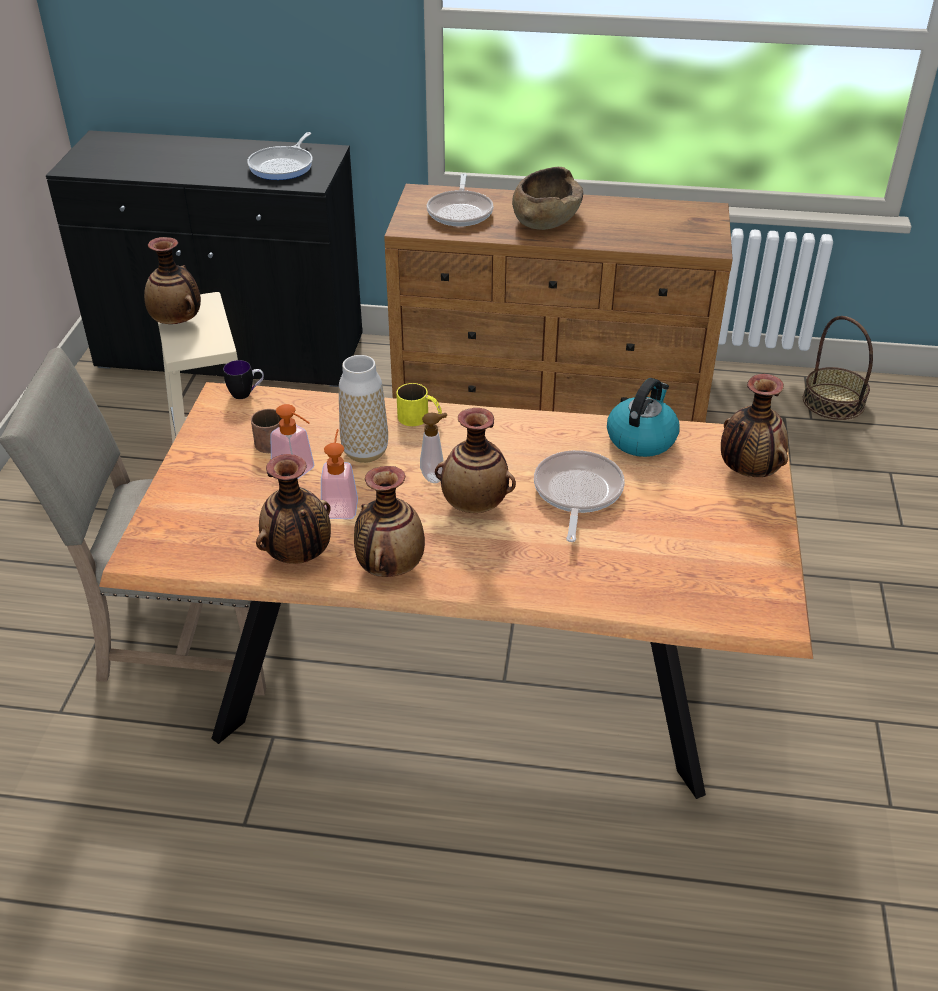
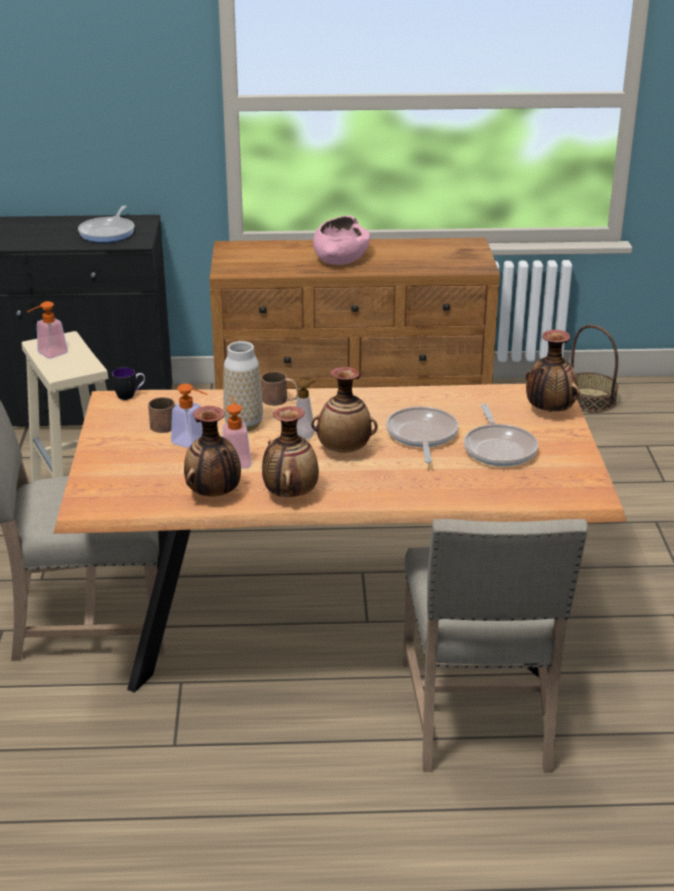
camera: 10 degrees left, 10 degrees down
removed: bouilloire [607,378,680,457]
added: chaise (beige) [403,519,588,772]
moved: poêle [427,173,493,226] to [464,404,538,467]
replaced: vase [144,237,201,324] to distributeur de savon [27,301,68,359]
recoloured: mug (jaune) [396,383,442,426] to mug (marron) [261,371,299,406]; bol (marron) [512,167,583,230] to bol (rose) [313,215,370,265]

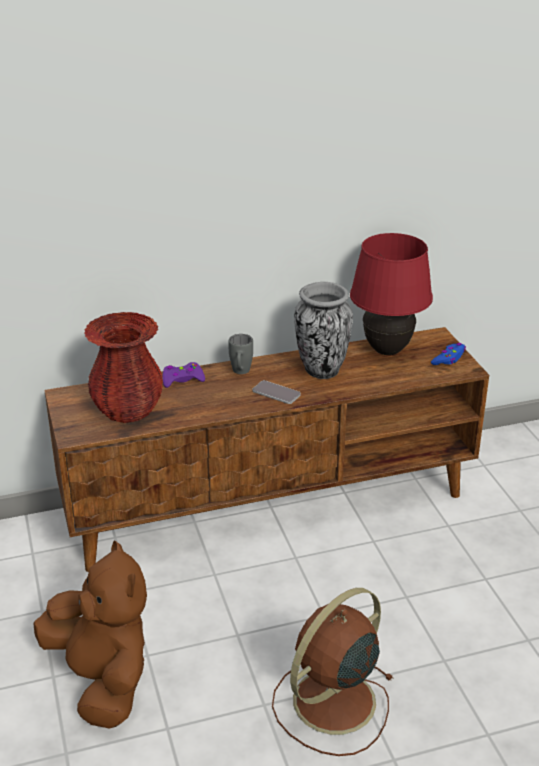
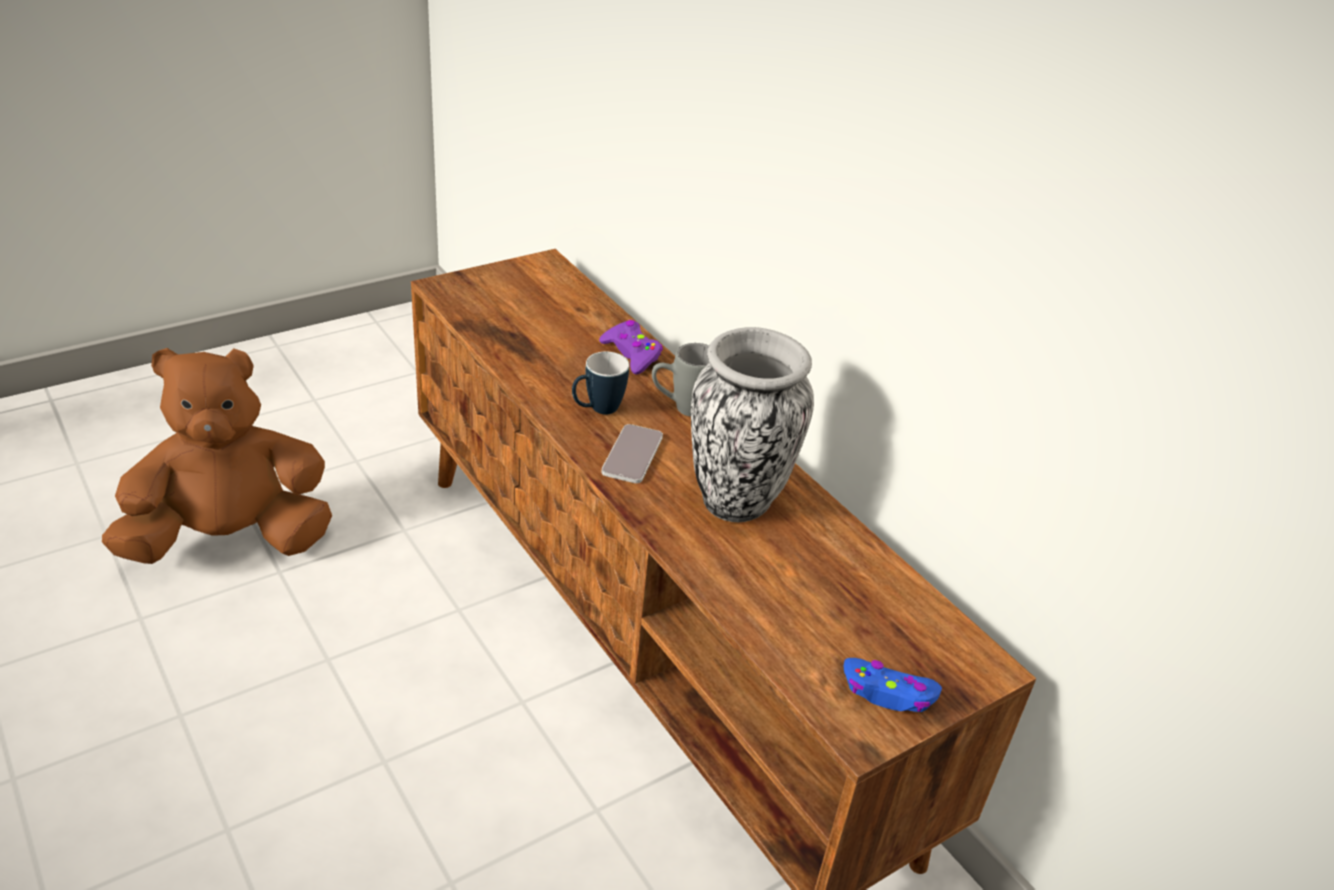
camera: 70 degrees right, 5 degrees up
removed: vase (rouge) [84,312,163,423]; ventilateur (marron) [272,588,394,756]; lampe de table (rouge) [350,233,433,355]
added: mug [572,352,629,415]
turned: peluche (marron) [33,541,147,729] = [102,348,332,564] 150 degrees counterclockwise

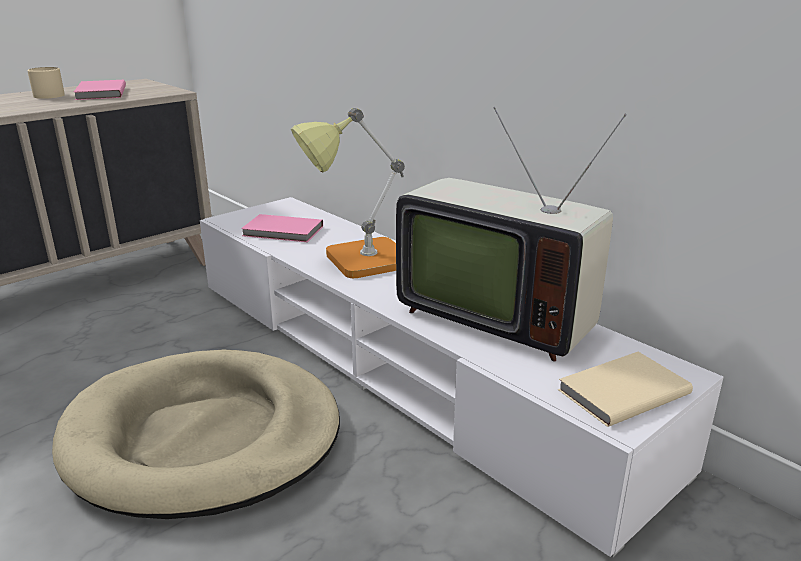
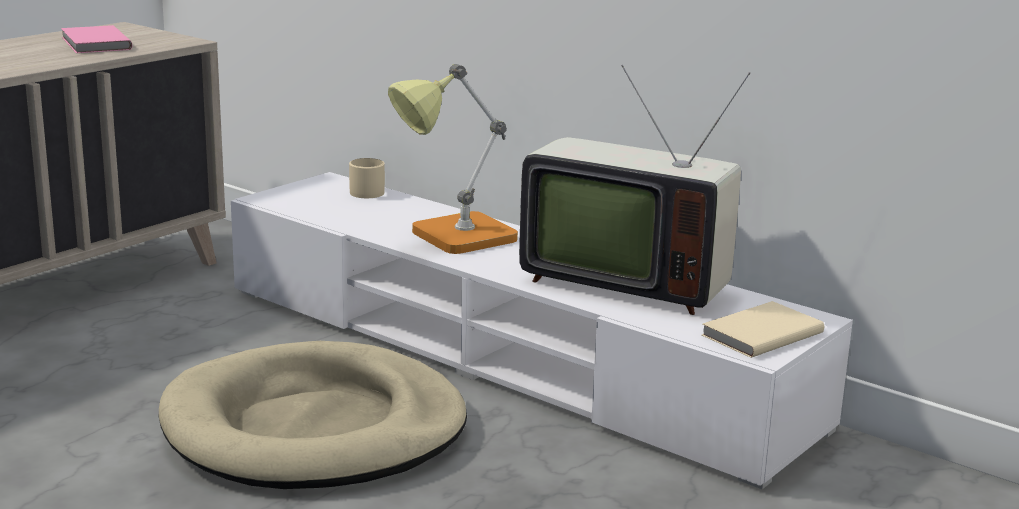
camera: 10 degrees left, 5 degrees down
removed: livre (rose) [241,214,323,242]
moved: mug (beige) [27,67,65,99] to [349,158,385,198]

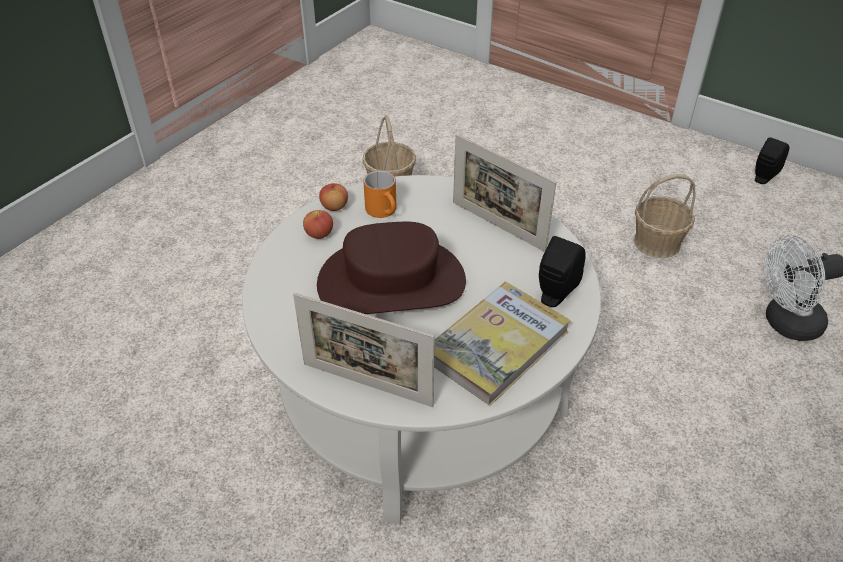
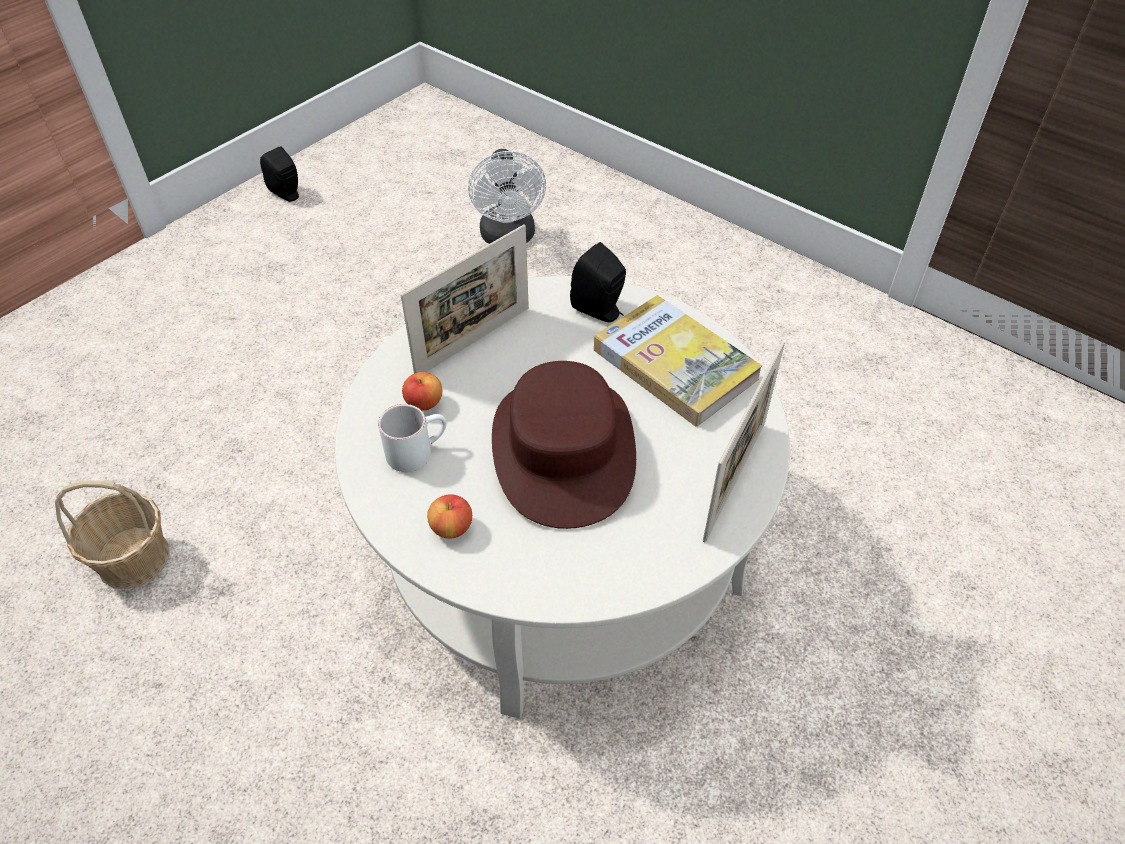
camera: 85 degrees left, 5 degrees up
removed: panier [634,174,696,258]
moved: pomme [319,183,348,211] to [402,372,442,411]
recoloured: mug (orange) [363,170,396,218] to mug (blanc) [378,404,447,472]

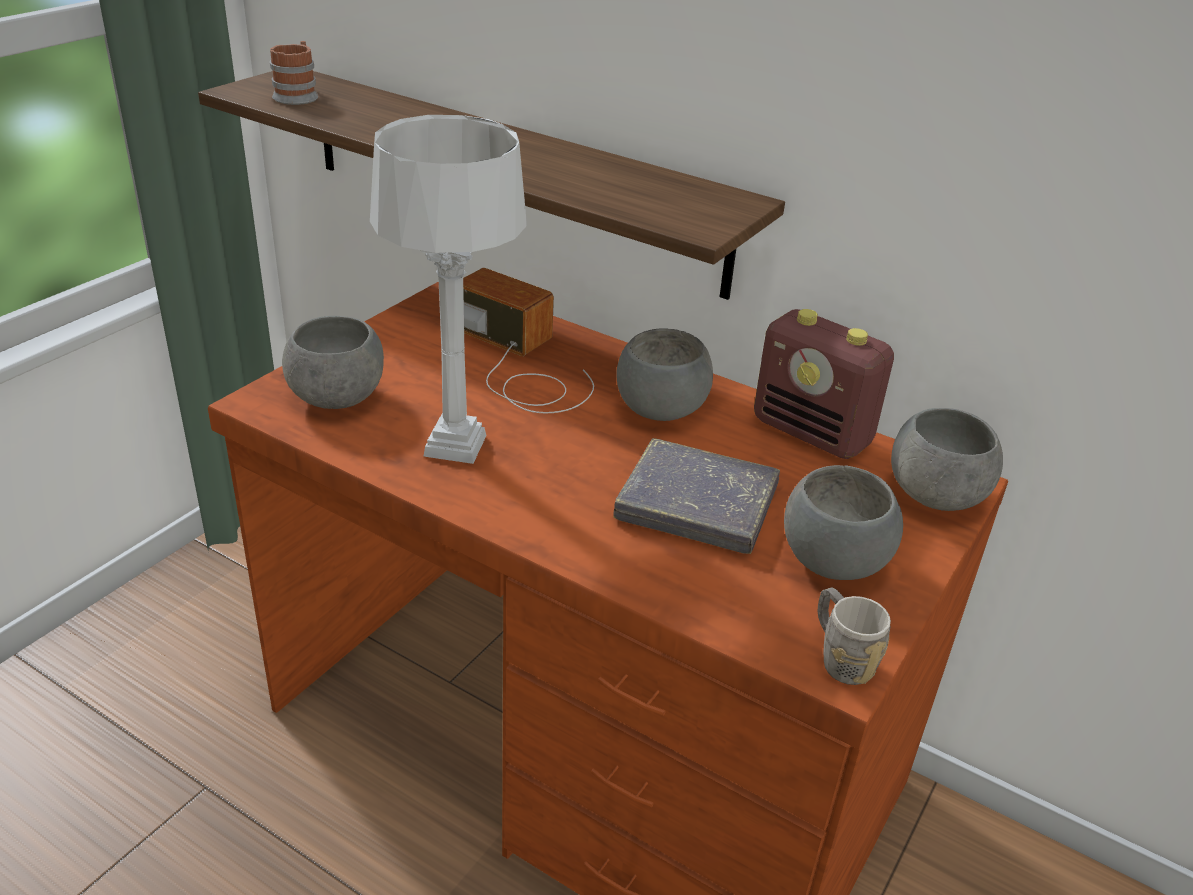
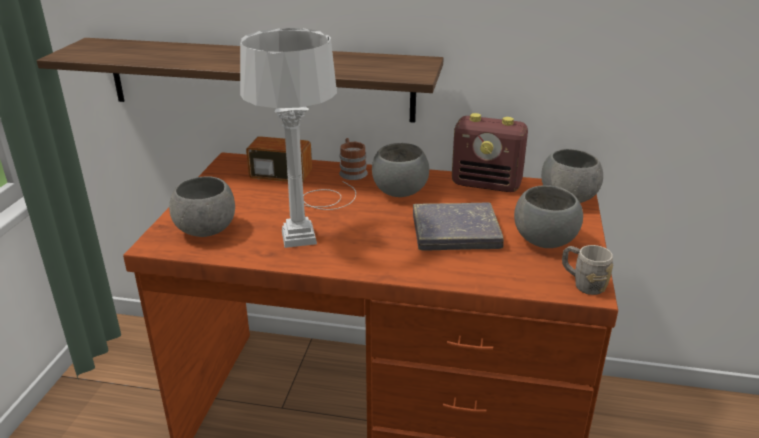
camera: 20 degrees left, 5 degrees down
moved: mug [270,41,319,105] to [339,138,368,180]

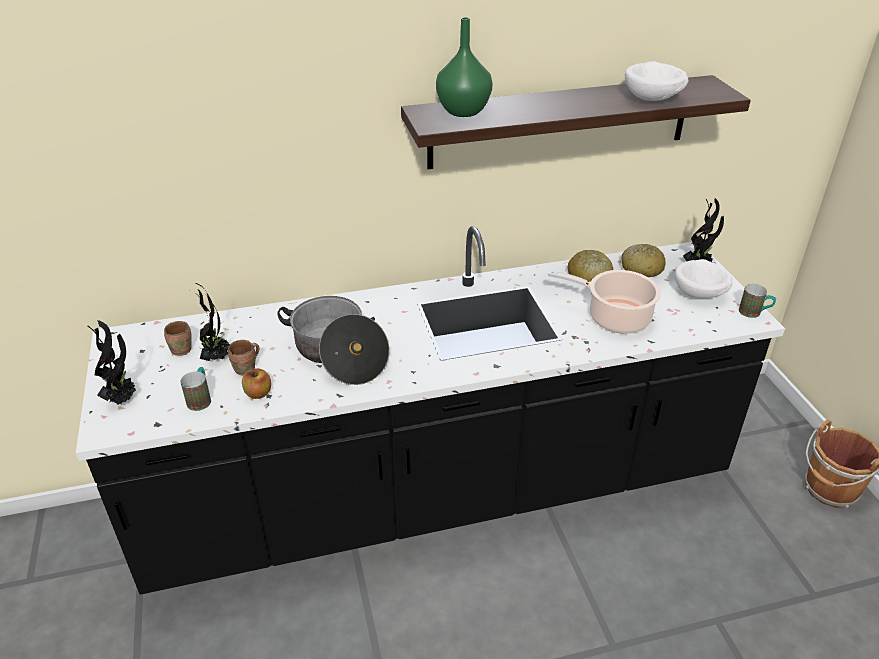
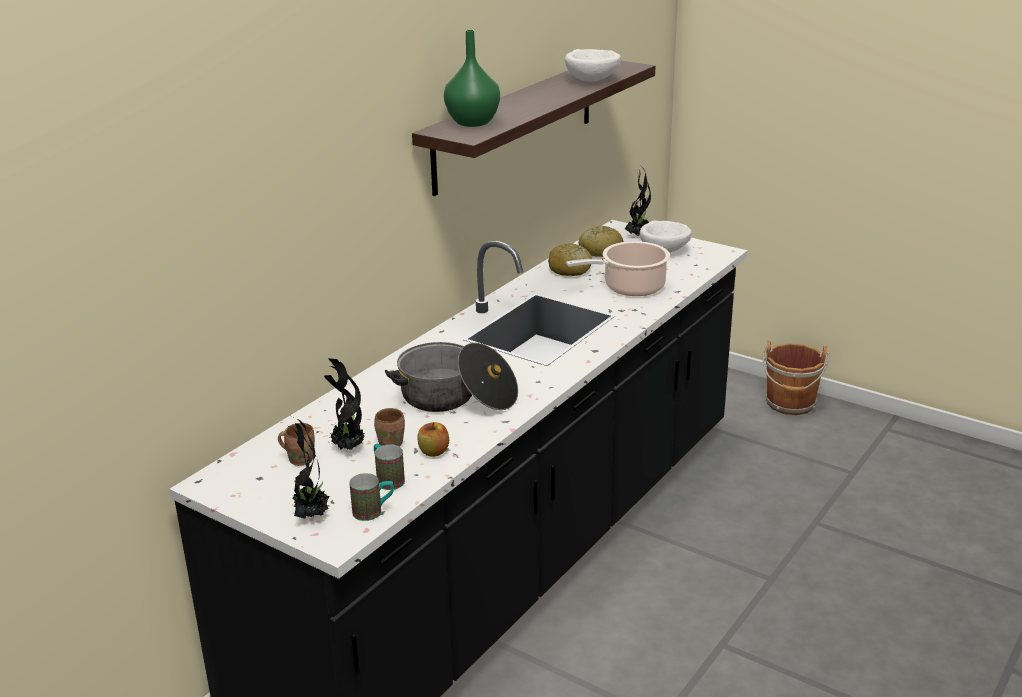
camera: 40 degrees left, 10 degrees down
moved: mug [739,284,776,318] to [349,473,394,521]

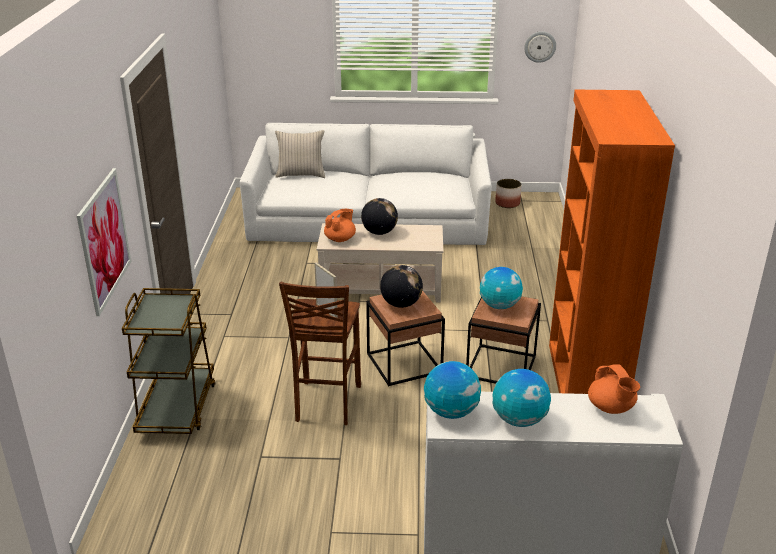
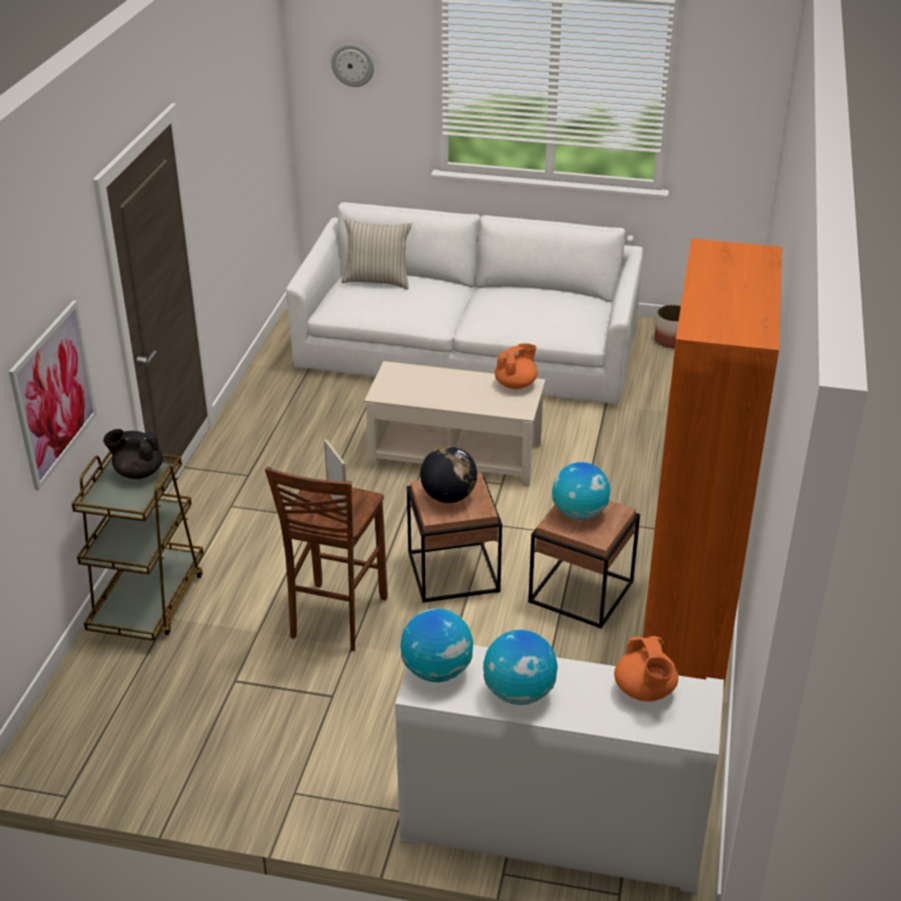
camera: 10 degrees right, 5 degrees up
removed: globe [361,198,398,235]
added: théière (noir) [103,429,163,479]
moved: théière (orange) [324,209,356,242] to [495,343,538,389]; horloge murale [524,31,556,63] to [331,44,374,87]

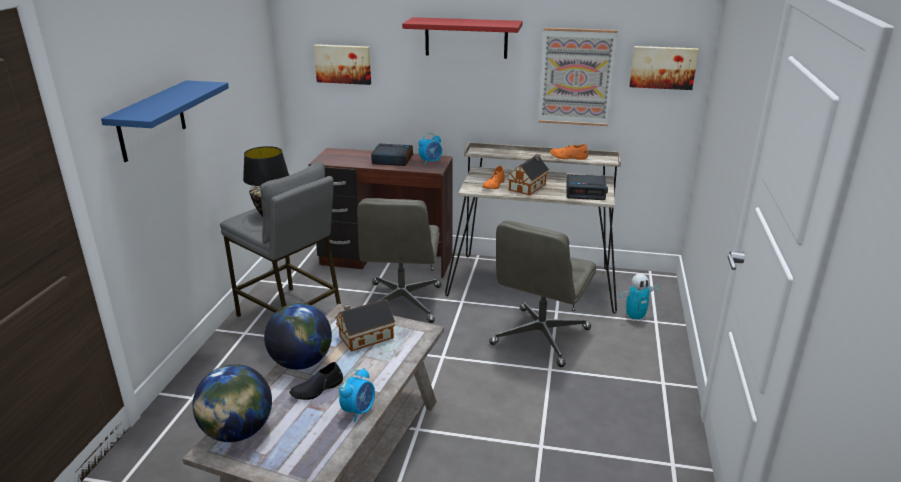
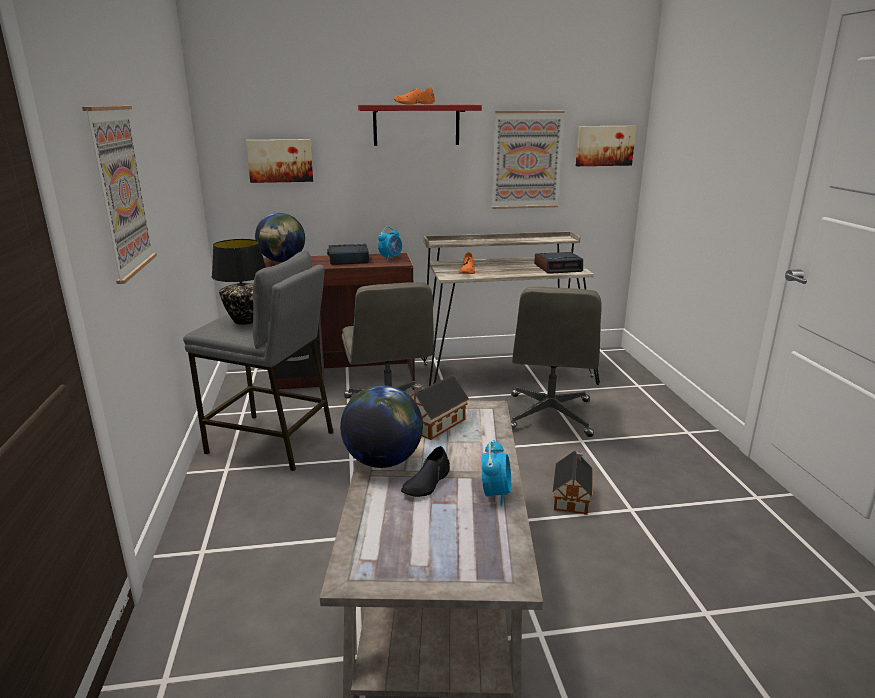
camera: 20 degrees left, 5 degrees down
removed: robot jouet [619,274,658,322]
moved: globe [193,364,272,442] to [255,213,305,262]; maison miniature [507,154,549,195] to [553,451,593,515]; chaussure (orange) [550,144,588,160] to [394,87,435,104]
replaced: étagère (bleu) [101,80,229,162] to tableau [82,106,157,284]

